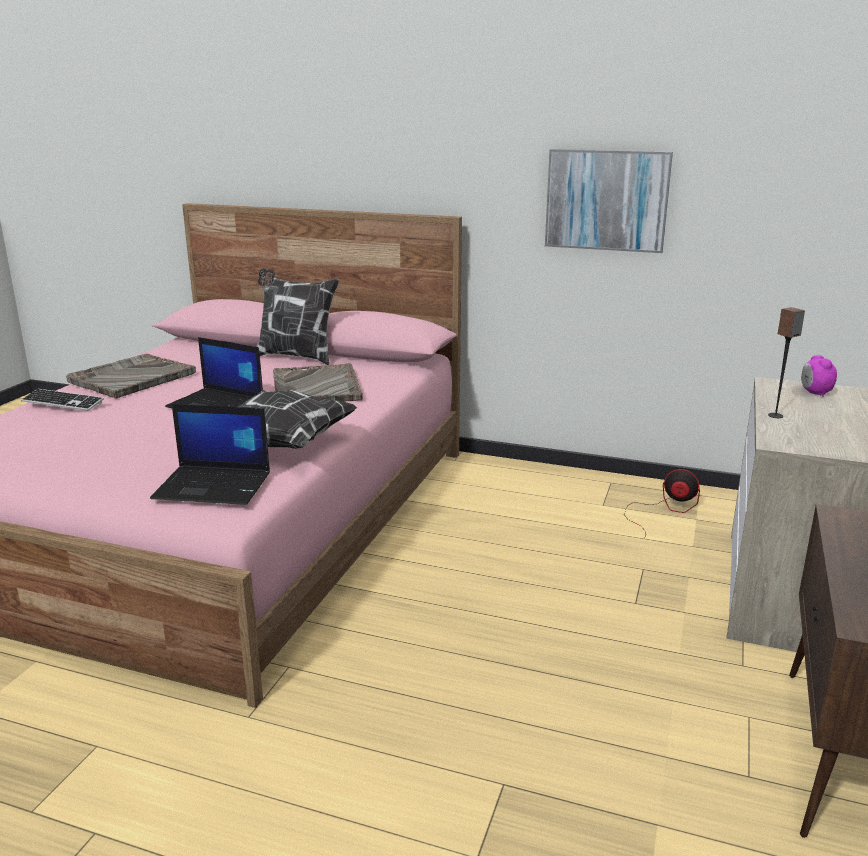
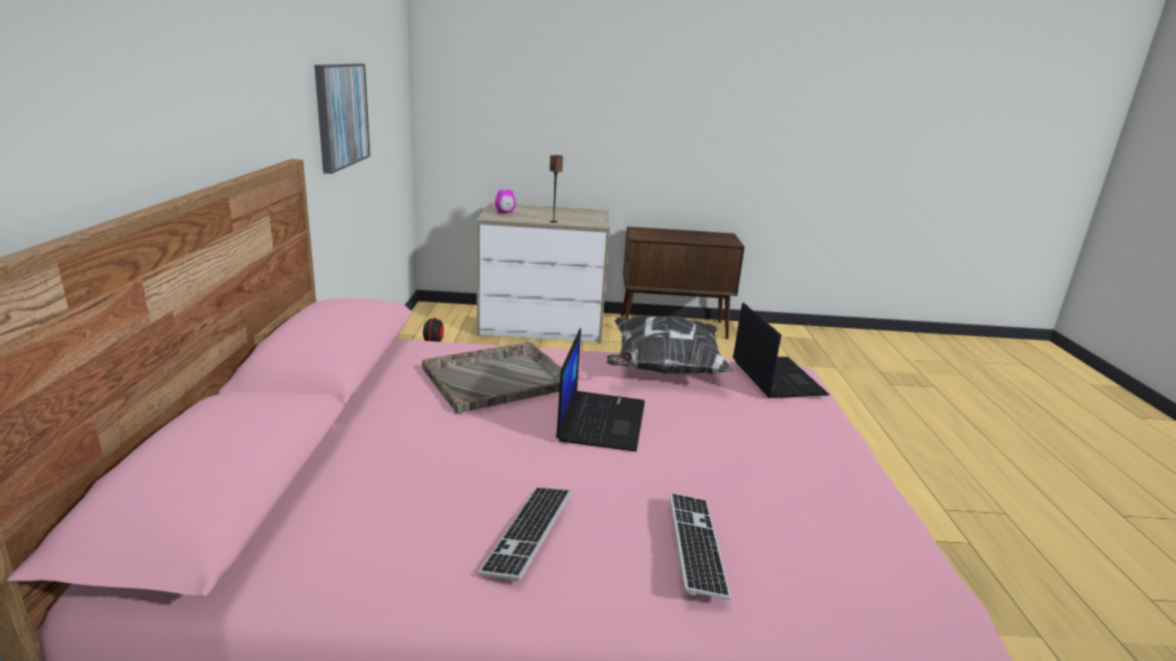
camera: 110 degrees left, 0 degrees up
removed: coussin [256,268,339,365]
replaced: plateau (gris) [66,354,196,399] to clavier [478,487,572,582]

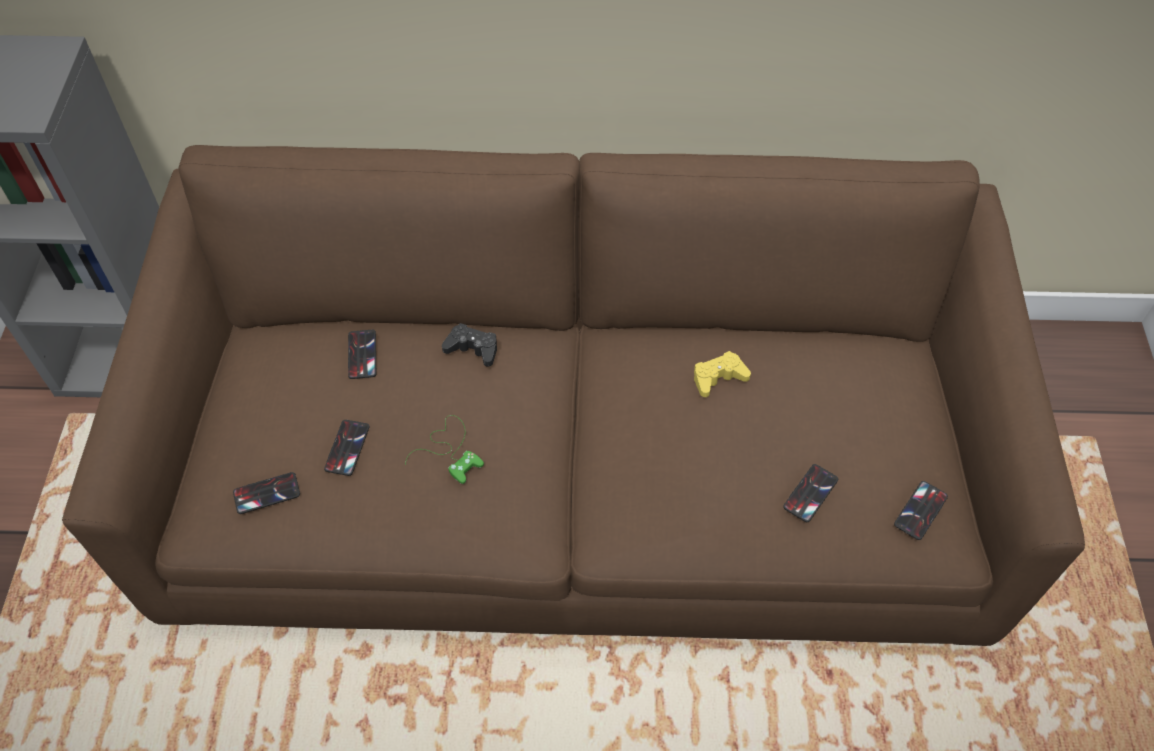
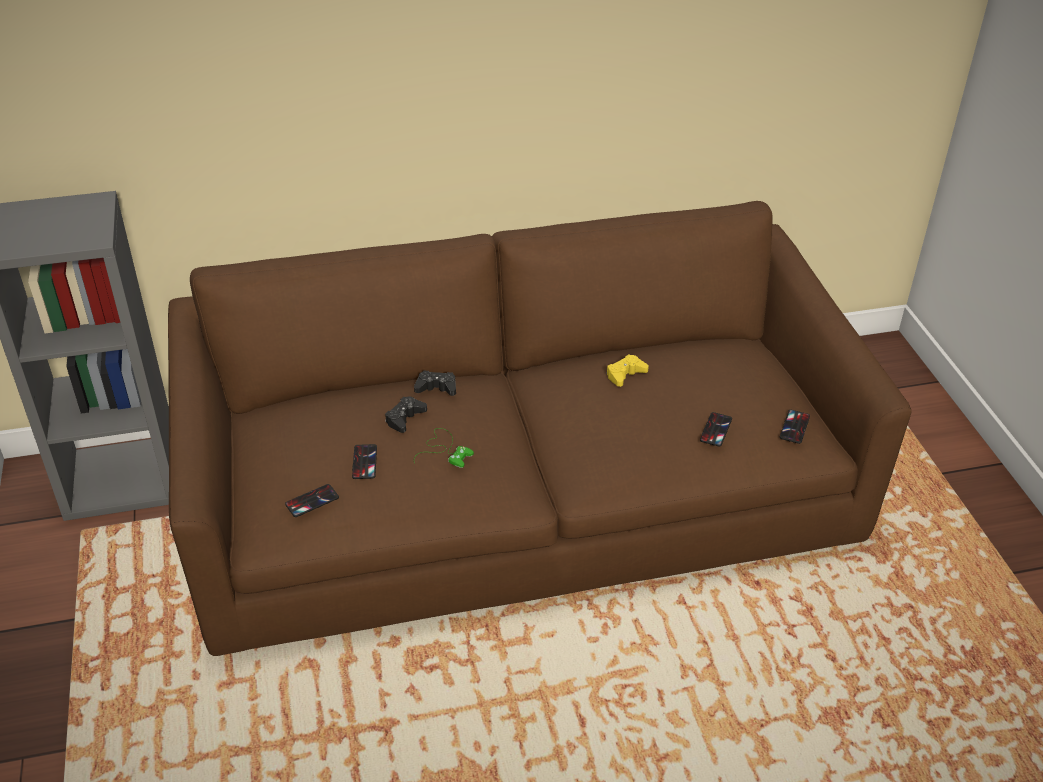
camera: 15 degrees left, 15 degrees down
removed: téléphone [348,329,376,379]
added: manette (noir) [385,397,427,433]

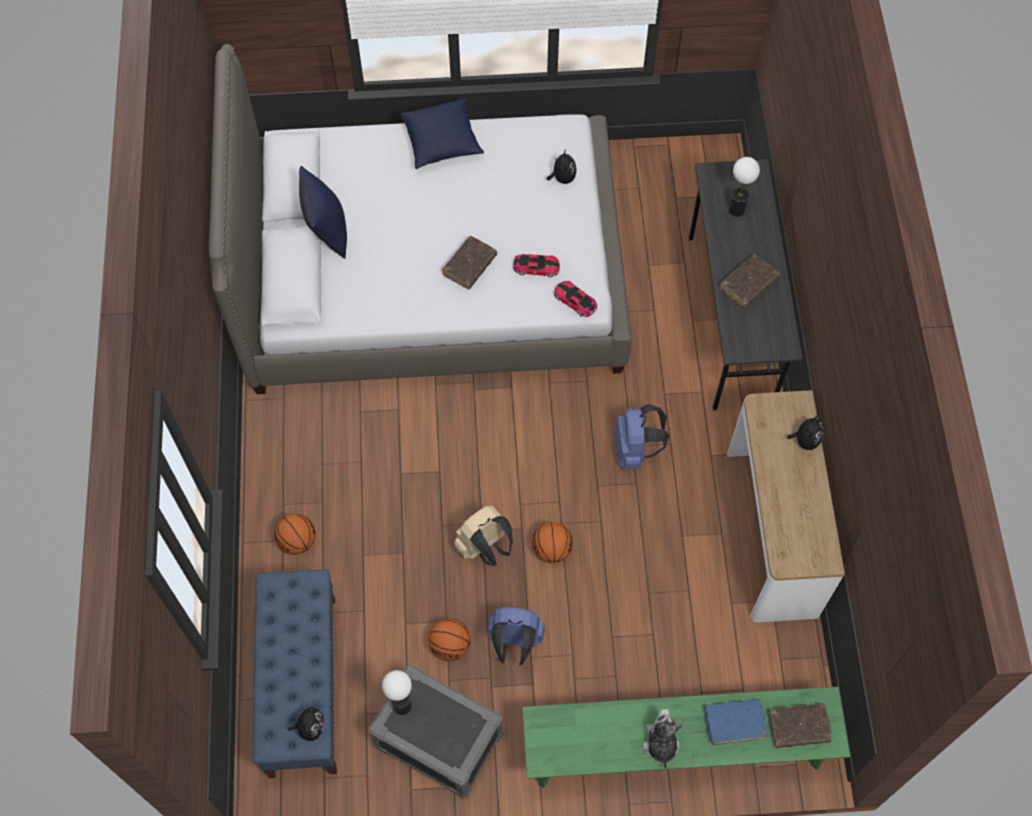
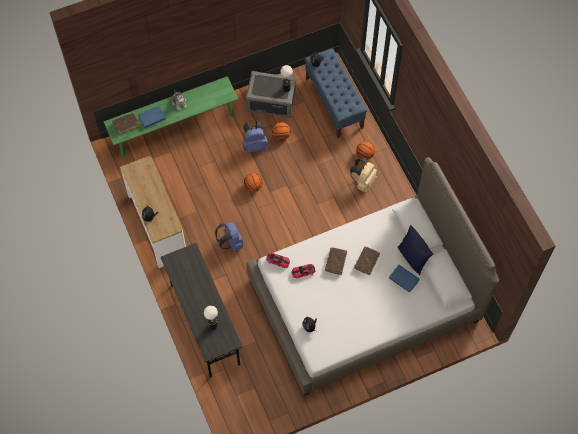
camera: 160 degrees right, 0 degrees up
removed: coussin (bleu) [401,98,484,169]
added: livre (bleu) [389,265,419,292]
moved: sac à dos (beige) [454,506,513,566] to [350,158,377,192]; livre (marron) [720,254,780,308] to [354,247,380,275]

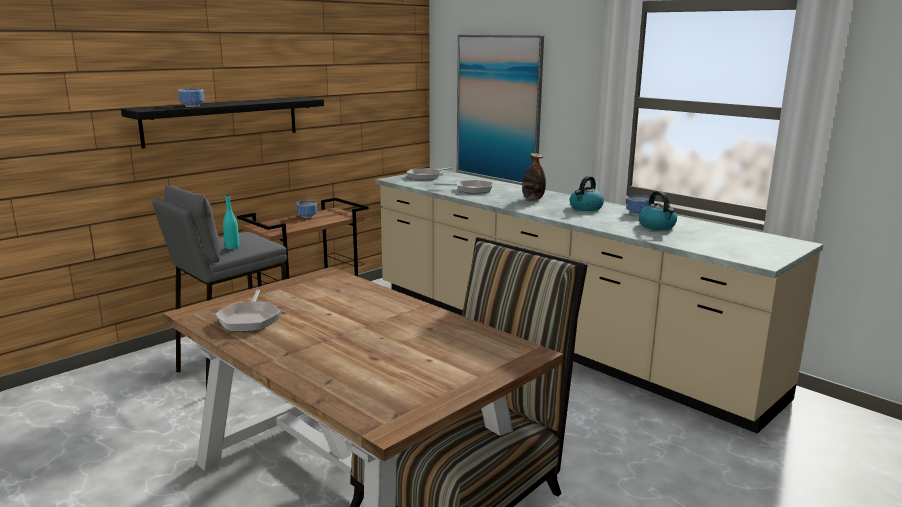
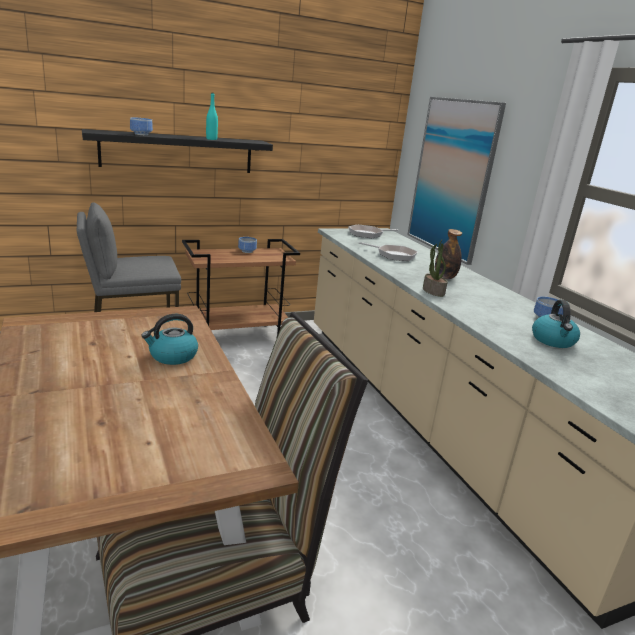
camera: 20 degrees right, 5 degrees up
removed: poêle [215,290,281,332]
added: plante en pot [423,240,448,297]
moved: bouteille (turquoise) [223,195,239,249] to [206,93,218,140]; bouilloire [570,176,604,211] to [141,314,198,365]

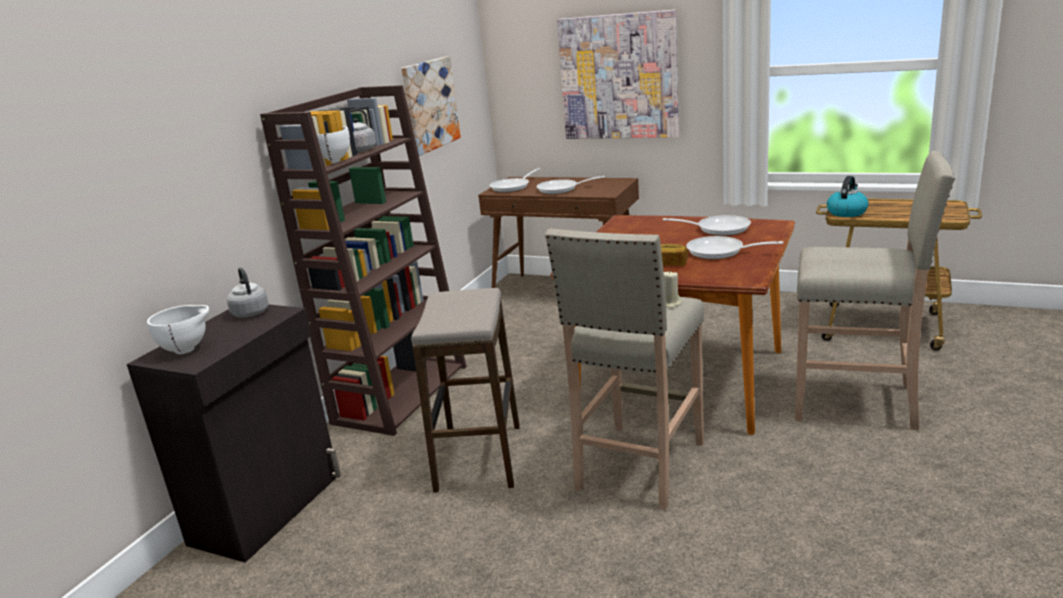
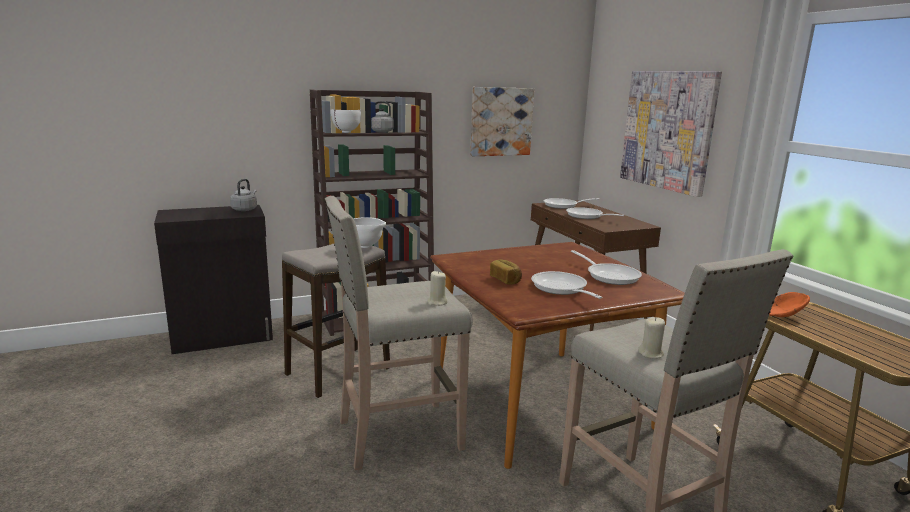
camera: 40 degrees right, 5 degrees down
added: bougie (beige) [638,317,665,359]
moved: bol (blanc) [147,305,209,354] to [354,217,386,248]
replaced: bouilloire [827,176,869,217] to bol (orange) [769,292,810,317]

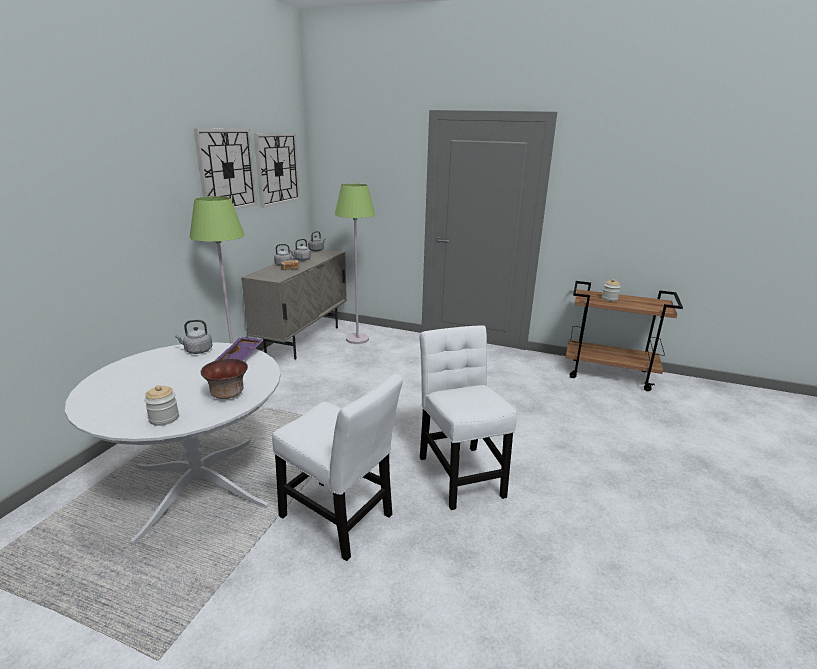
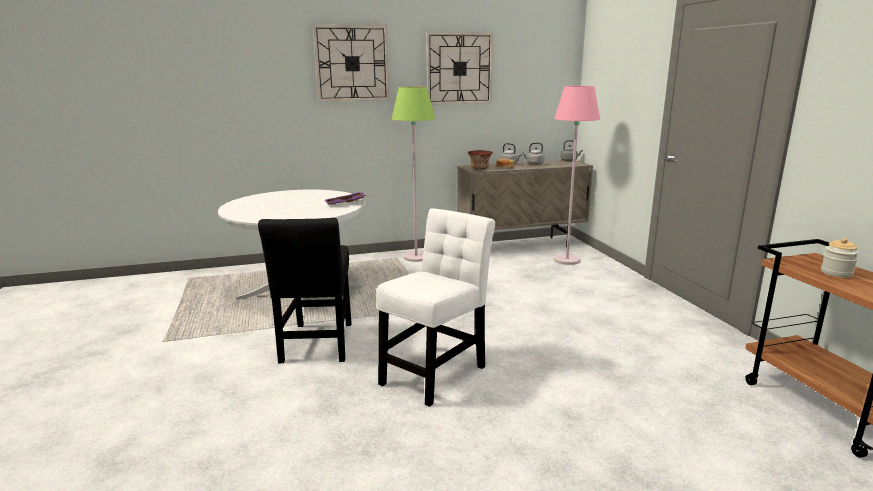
camera: 55 degrees right, 5 degrees down
removed: bocal [144,385,179,426]; bouilloire (gris) [175,320,212,354]
moved: bol [201,359,248,399] to [468,150,493,169]; horloge murale [254,133,300,208] to [313,25,389,102]
recoloured: chaise (blanc) [272,374,403,561] to chaise (noir) [258,218,352,363]; lampadaire (vert) [335,184,375,344] to lampadaire (rose) [554,86,600,265]

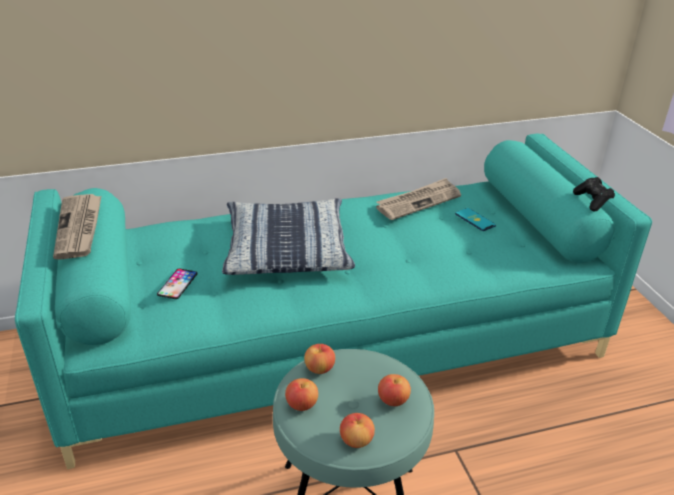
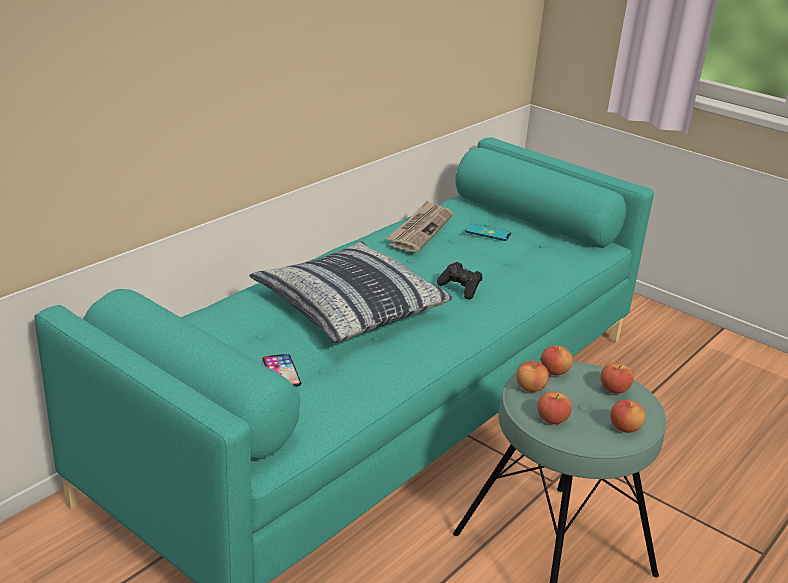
camera: 35 degrees left, 5 degrees down
removed: journal [53,194,101,260]
added: pomme [541,346,573,375]
moved: manette (noir) [573,177,615,211] to [437,262,482,300]

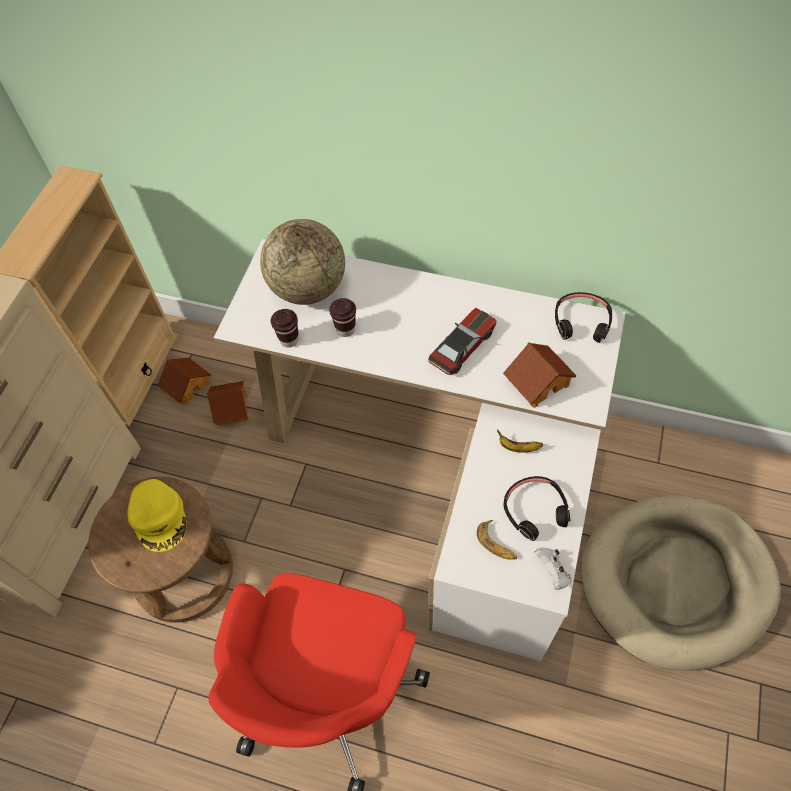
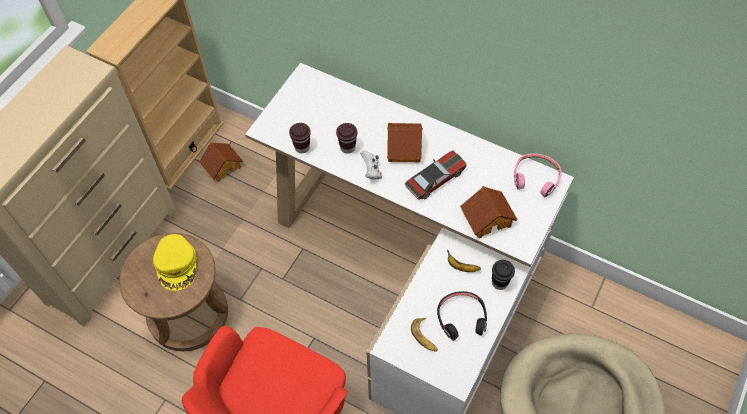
camera: 10 degrees right, 0 degrees up
removed: globe [260,219,345,305]
added: tasse (noir) [492,260,515,290]
moved: maison miniature [207,381,249,425] to [387,123,423,163]; manette (blanc) [535,548,572,590] to [360,150,382,179]
recoloured: casque audio (noir) [555,292,612,343] to casque audio (rose) [514,153,562,197]

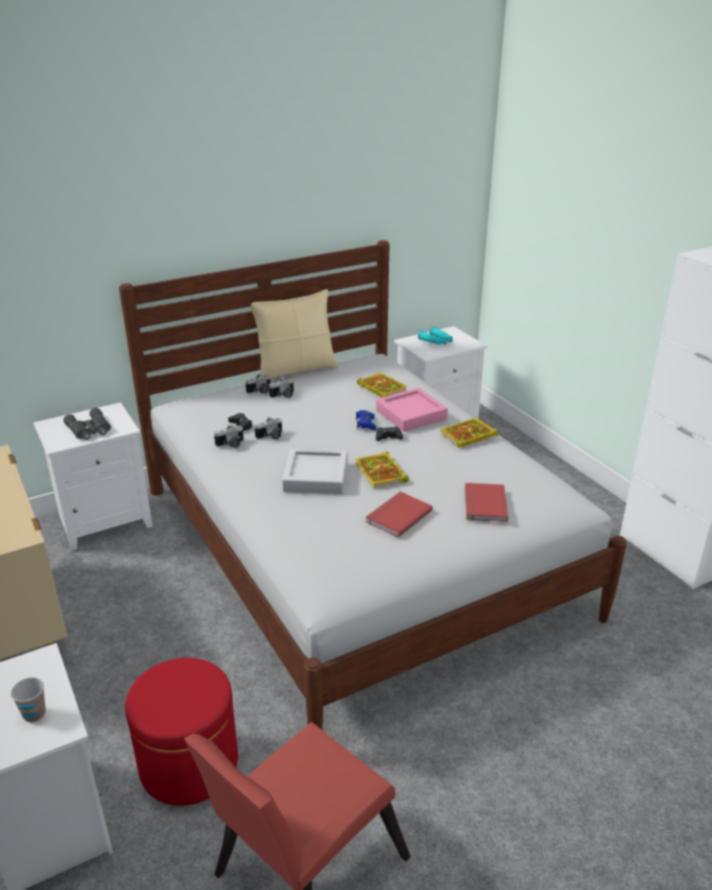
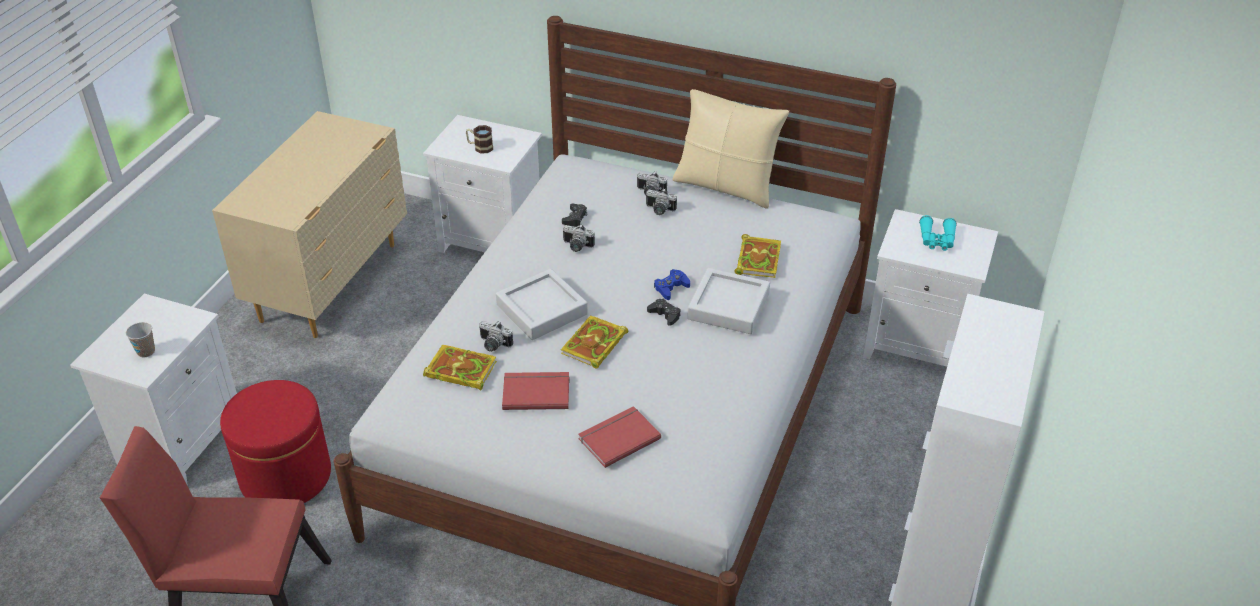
camera: 50 degrees right, 10 degrees up
moved: appareil photo [214,424,244,448] to [479,321,513,352]; livre [440,418,498,448] to [423,344,497,390]
replaced: jumelles (gris) [63,408,111,440] to mug [466,125,493,154]
recoloured: plateau (rose) [376,388,448,432] to plateau (gris) [687,268,770,334]

